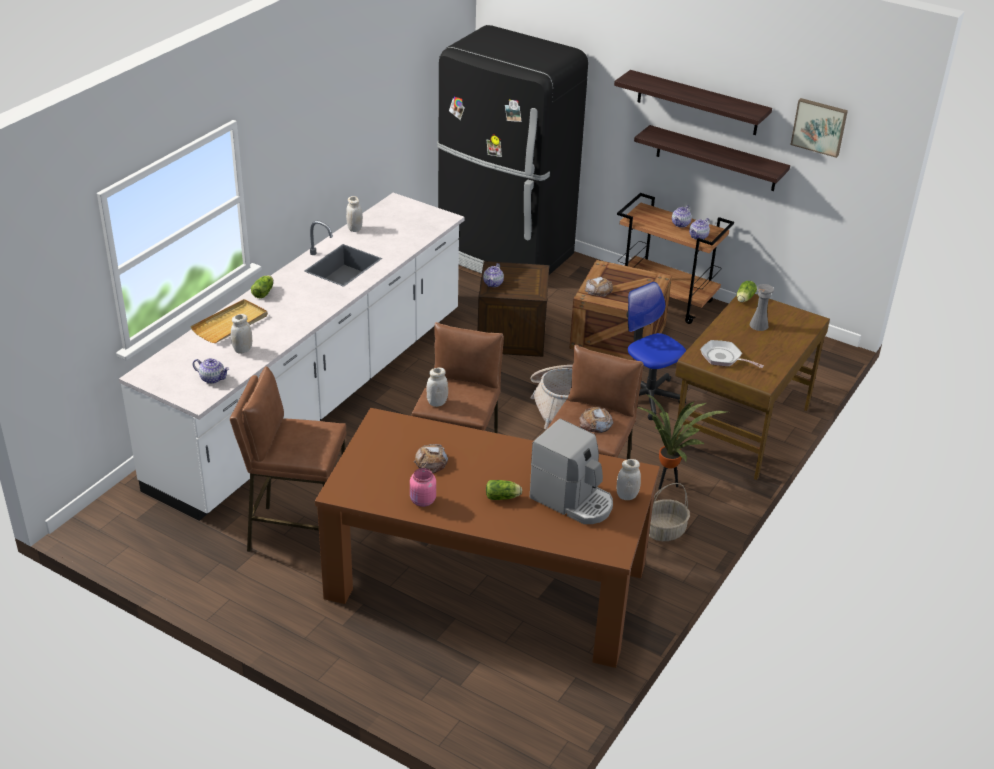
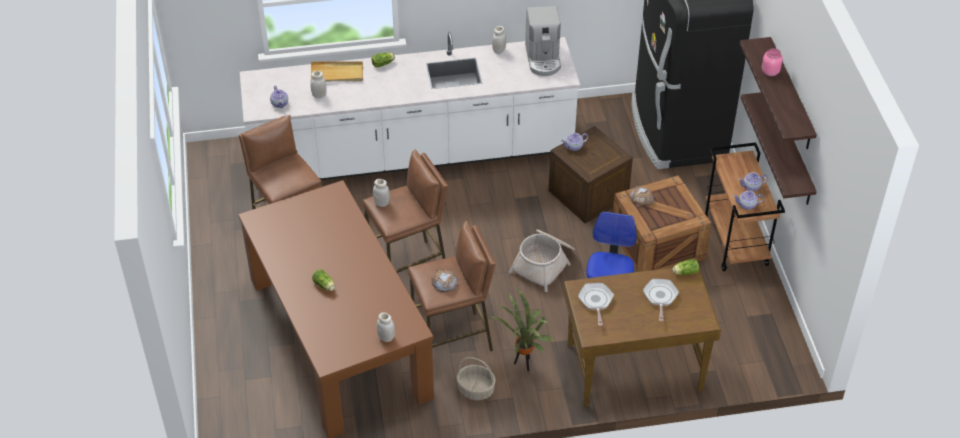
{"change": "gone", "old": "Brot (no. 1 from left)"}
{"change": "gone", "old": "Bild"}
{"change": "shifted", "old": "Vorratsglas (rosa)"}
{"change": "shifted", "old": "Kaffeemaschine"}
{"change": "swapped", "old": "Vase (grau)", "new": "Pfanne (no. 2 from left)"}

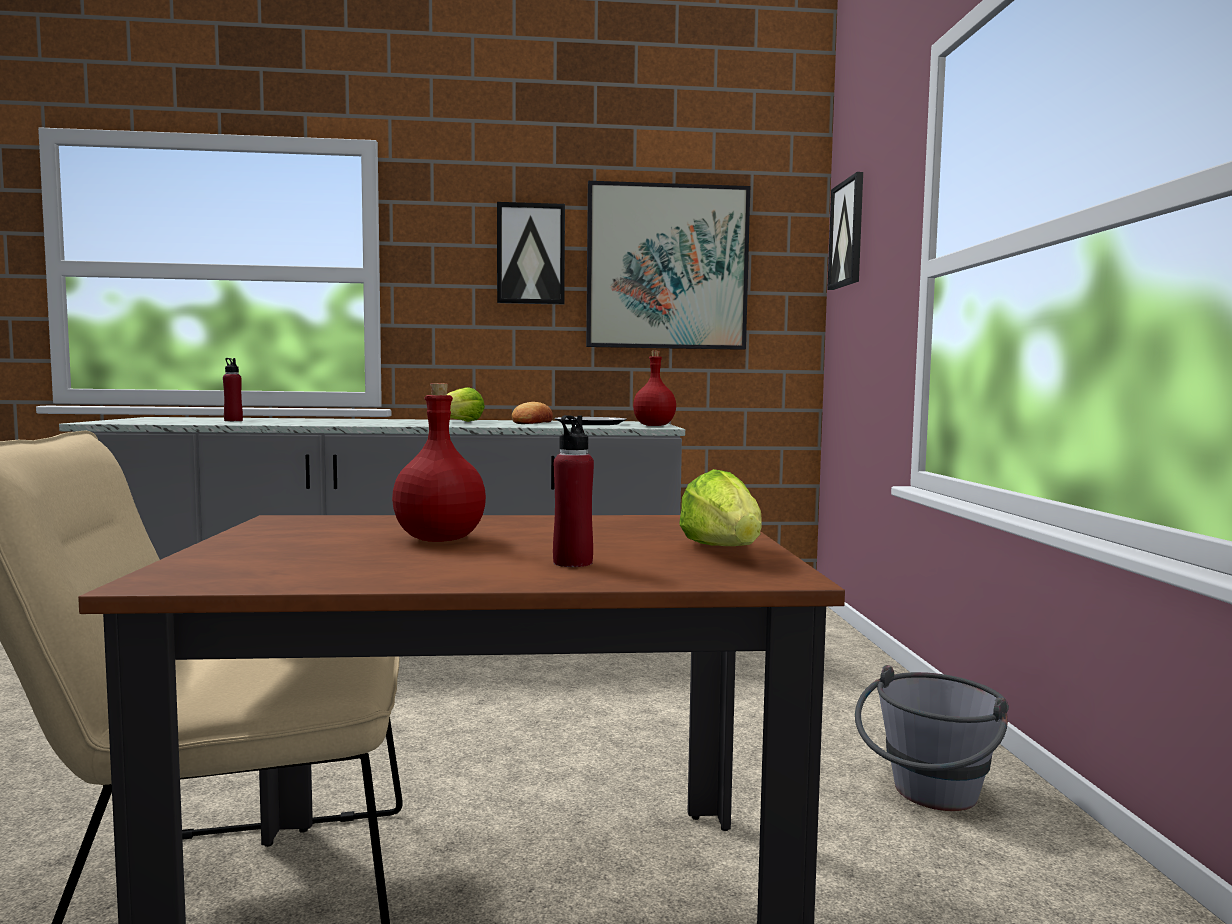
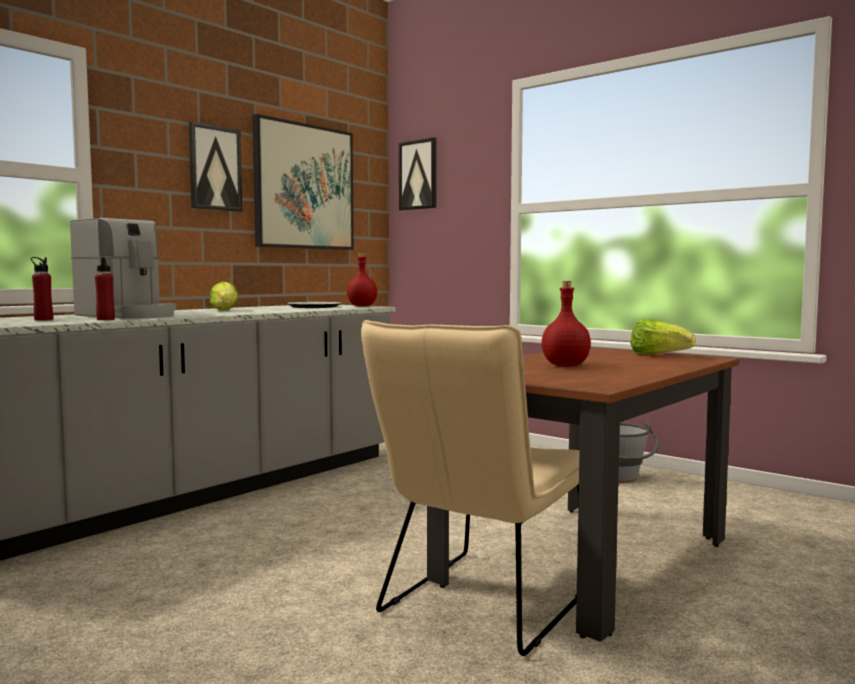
{"change": "gone", "old": "Brot"}
{"change": "new", "new": "Kaffeemaschine"}
{"change": "shifted", "old": "Flasche (rot) (no. 3 from left in the first image)", "new": "Flasche (rot) (no. 2 from left)"}

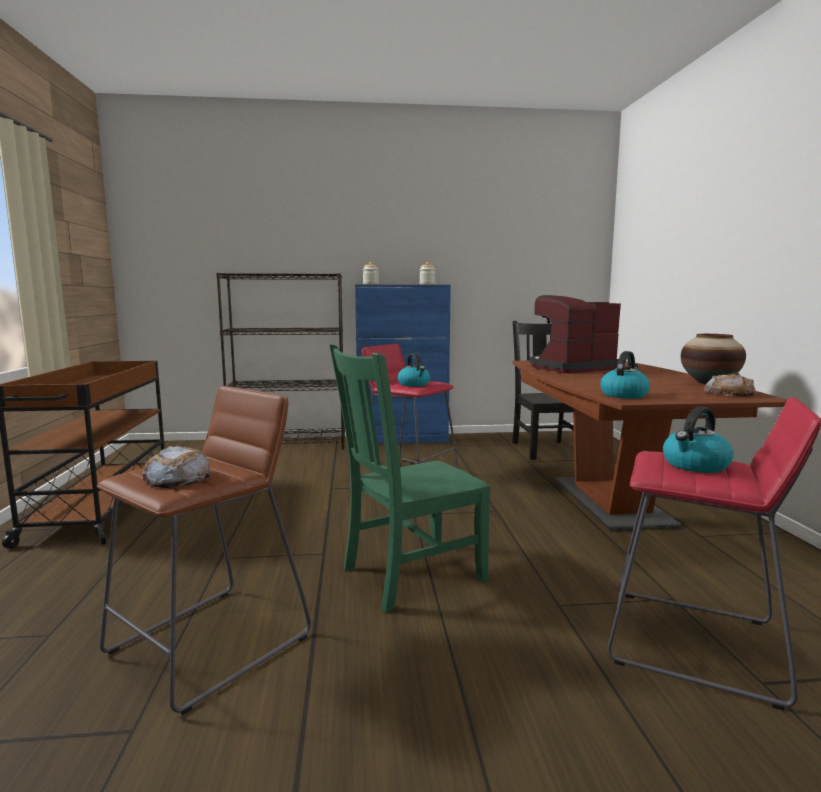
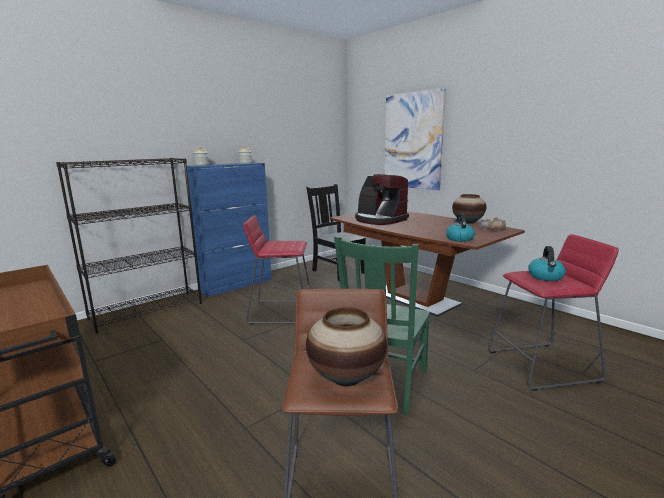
{"change": "gone", "old": "Wasserkessel (no. 1 from left)"}
{"change": "new", "new": "Bild"}
{"change": "swapped", "old": "Brot (no. 1 from left)", "new": "Vase (no. 1 from left)"}
{"change": "rotated", "old": "Kaffeemaschine", "degrees": -75}

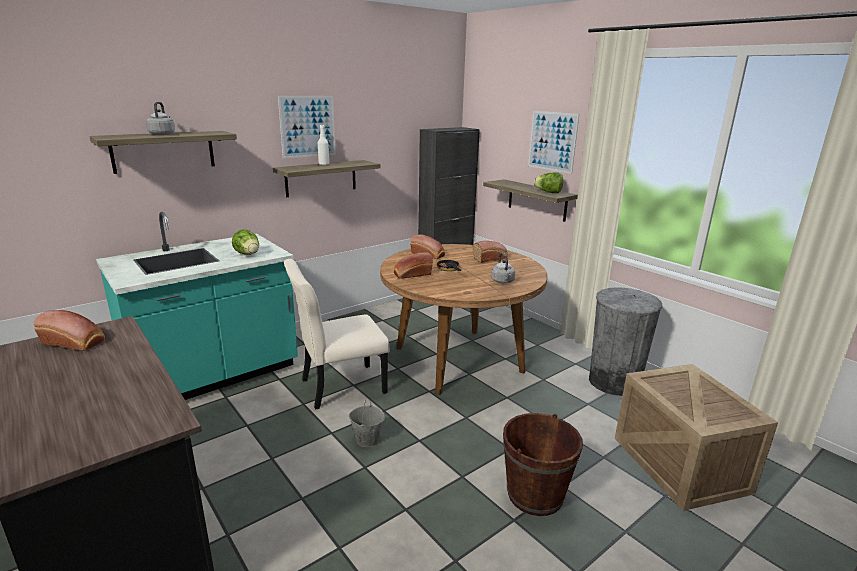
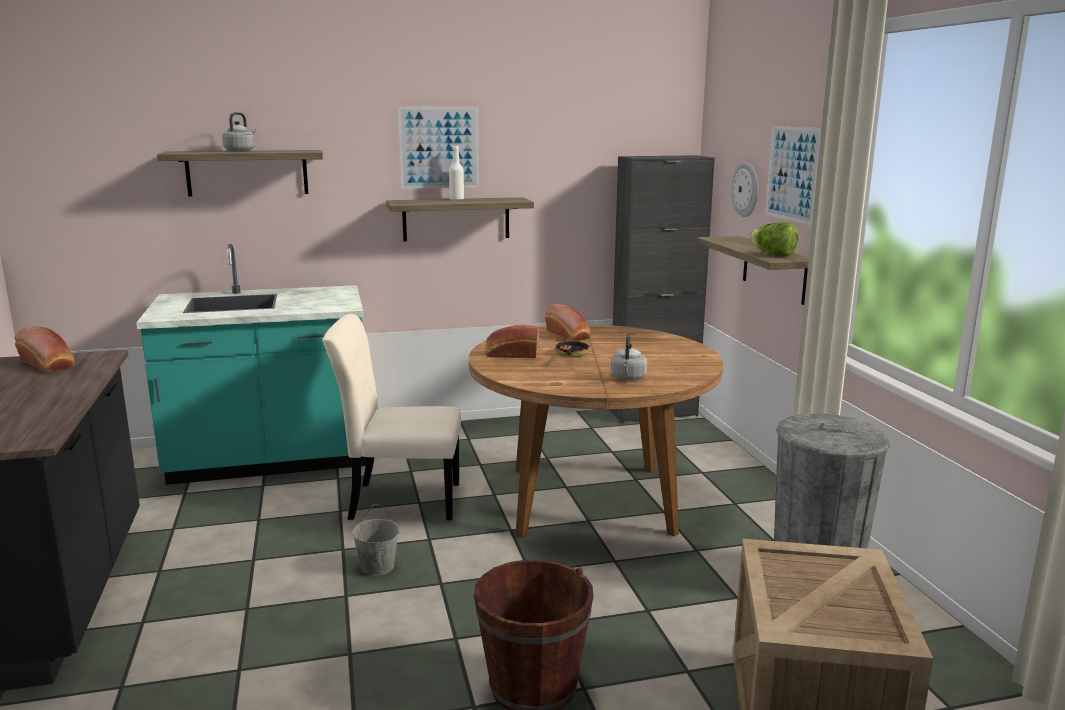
{"change": "gone", "old": "Salatkopf (no. 1 from left)"}
{"change": "gone", "old": "Brot (no. 4 from left)"}
{"change": "new", "new": "Wanduhr"}

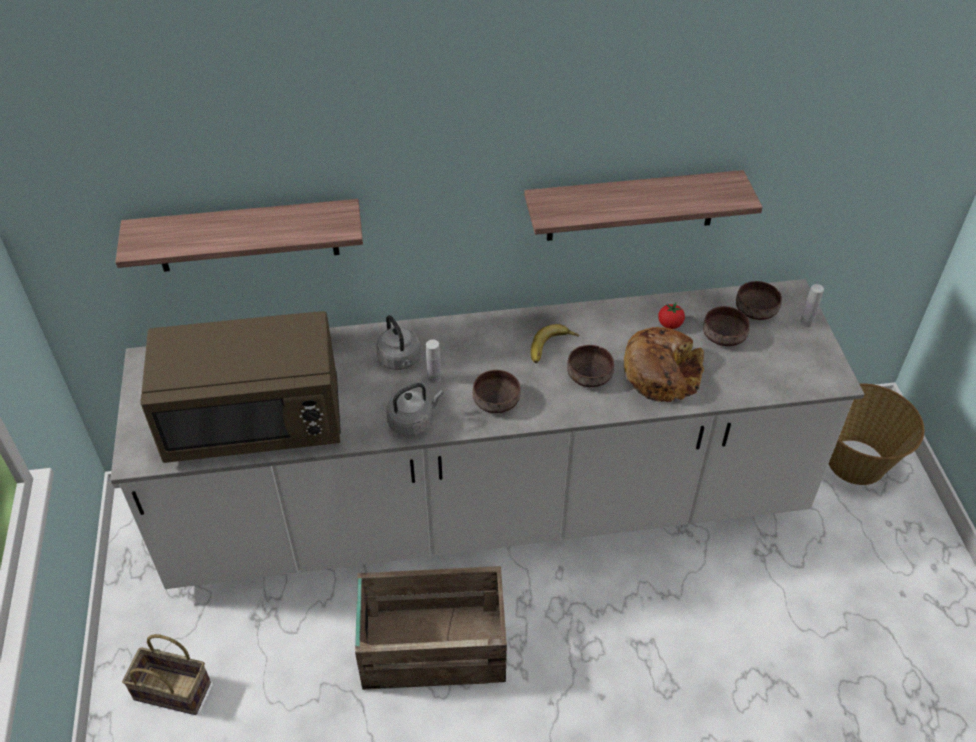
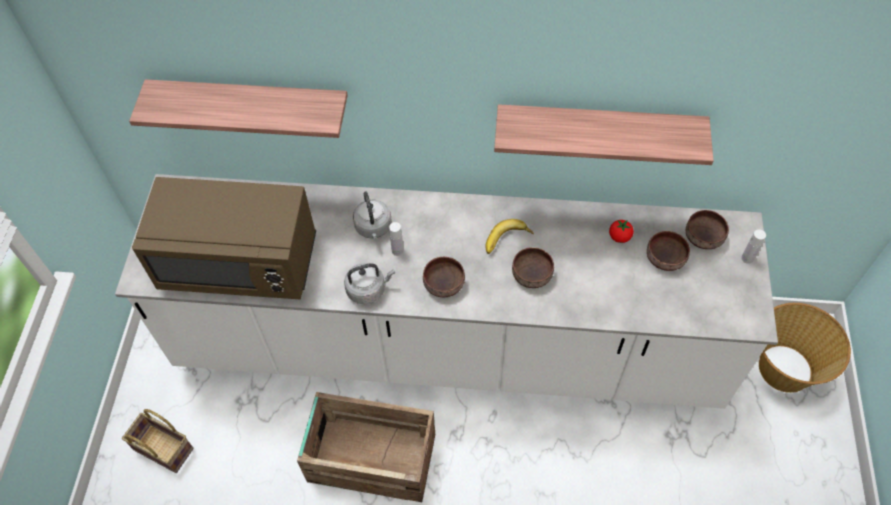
{"change": "gone", "old": "Brot"}

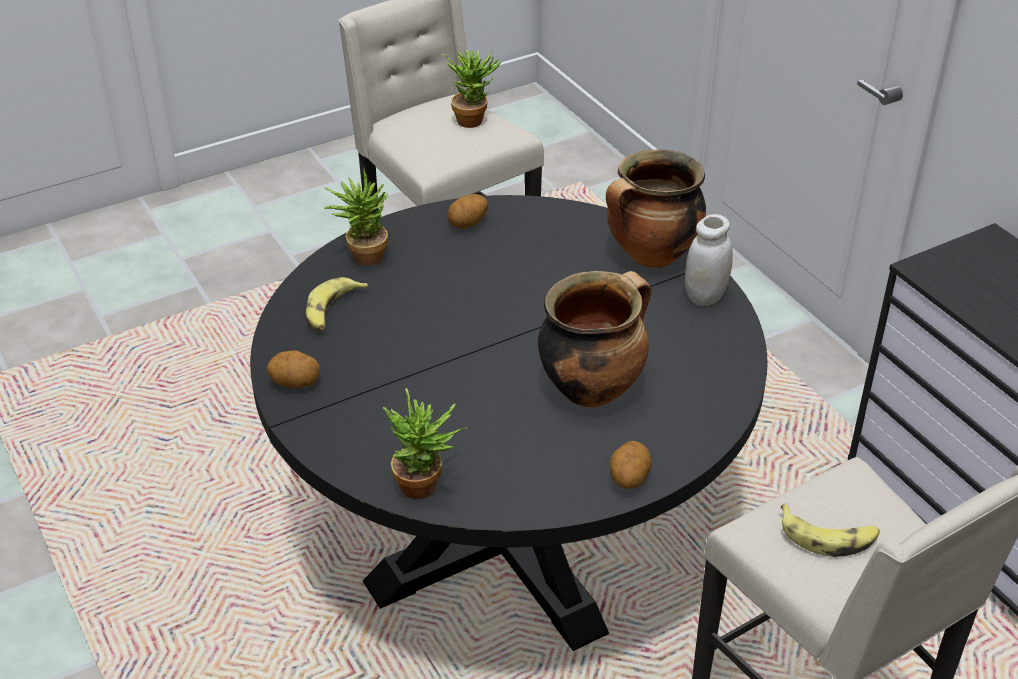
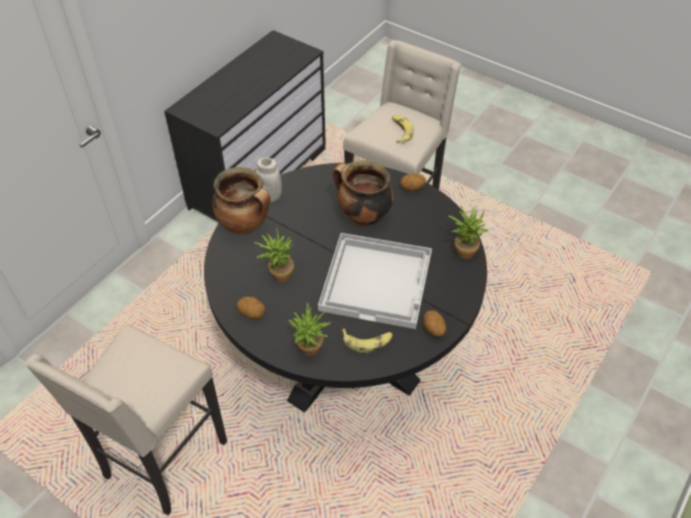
{"change": "new", "new": "Tablett (weiß)"}
{"change": "shifted", "old": "Topfpflanze (no. 3 from left in the first image)", "new": "Topfpflanze (no. 1 from left)"}

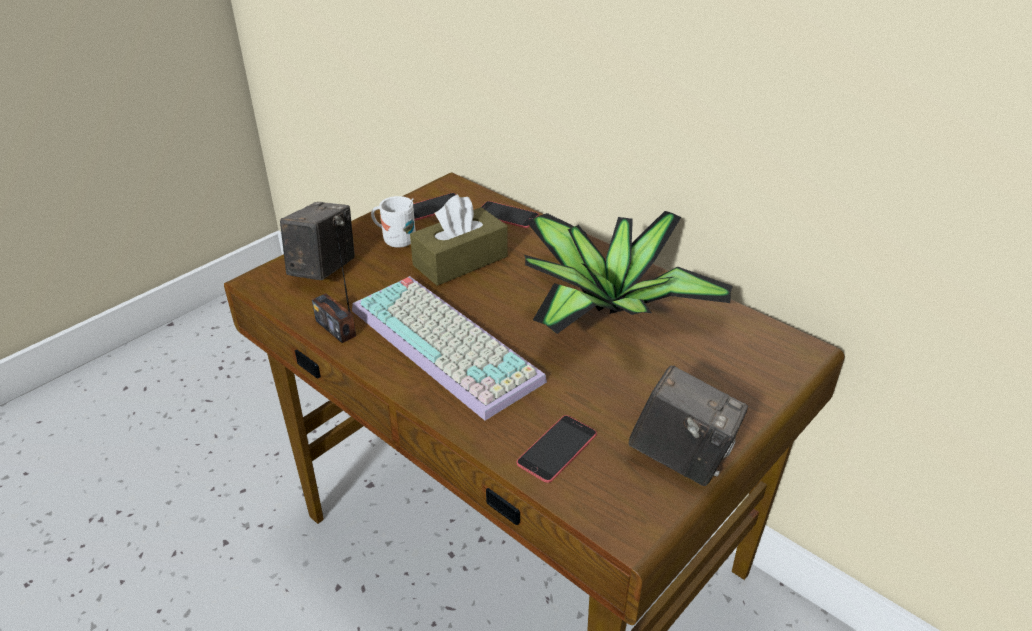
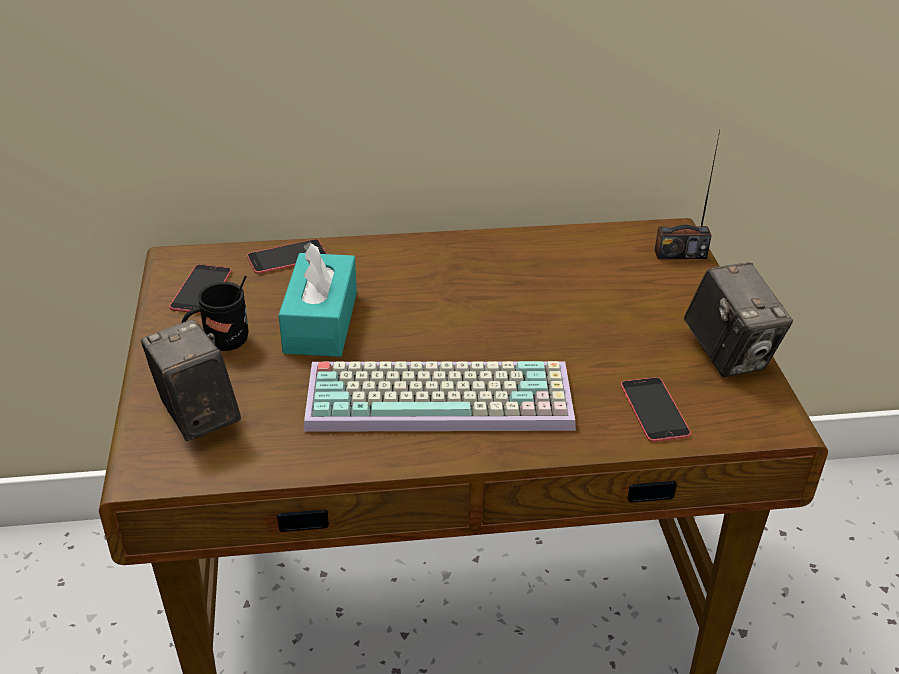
{"change": "gone", "old": "Topfpflanze"}
{"change": "shifted", "old": "Radio"}
{"change": "repainted", "old": "Henkelbecher (weiß)", "new": "Henkelbecher (schwarz)"}
{"change": "repainted", "old": "Taschentuchbox (braun)", "new": "Taschentuchbox (türkis)"}
{"change": "rotated", "old": "Kamera (no. 2 from left)", "degrees": 90}

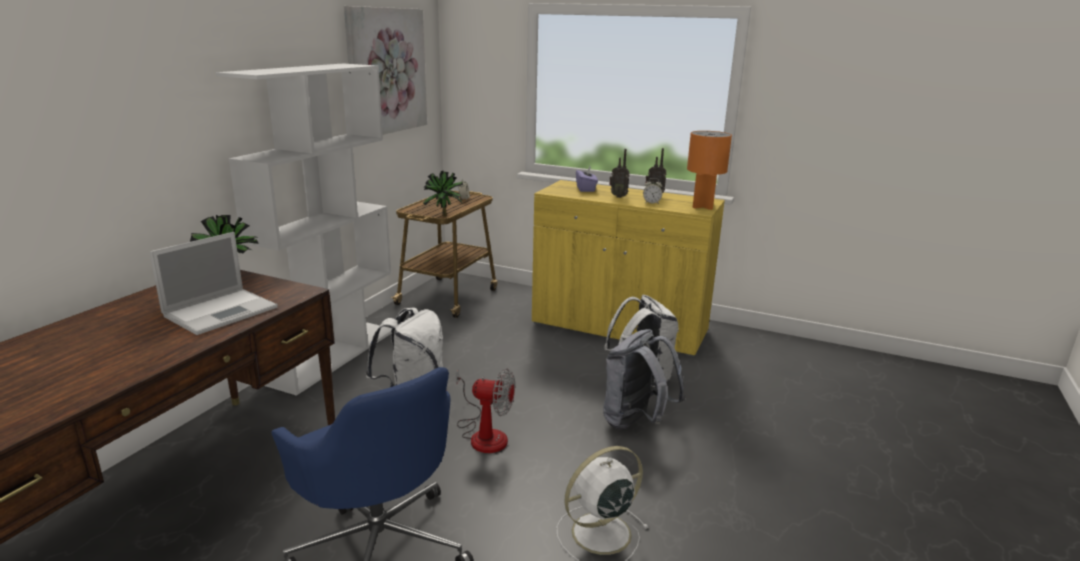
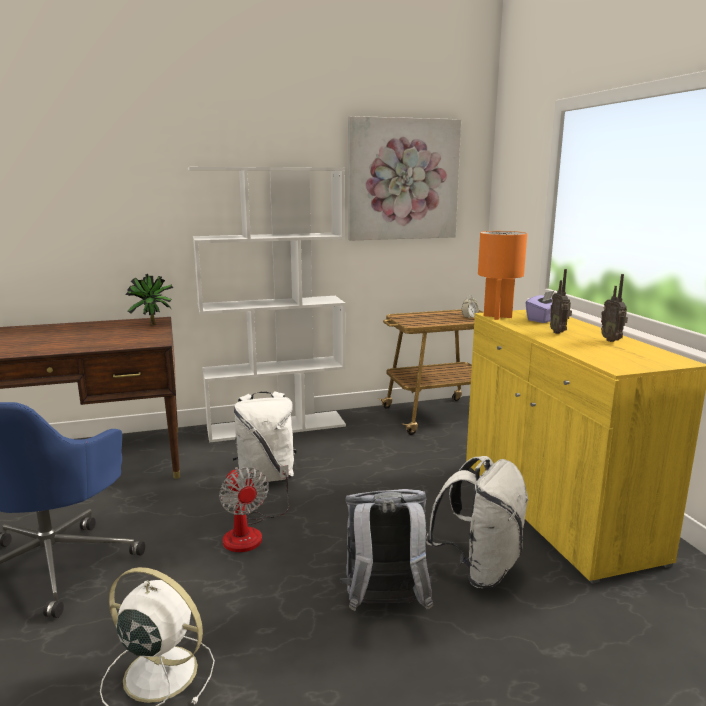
{"change": "gone", "old": "Laptop"}
{"change": "gone", "old": "Topfpflanze (no. 2 from left)"}
{"change": "gone", "old": "Wecker (no. 2 from left)"}
{"change": "shifted", "old": "Tischlampe (orange)"}

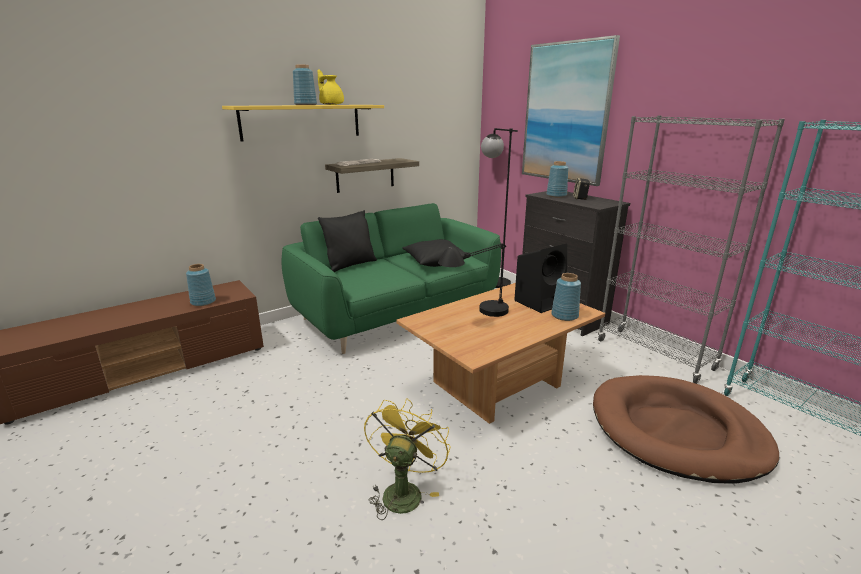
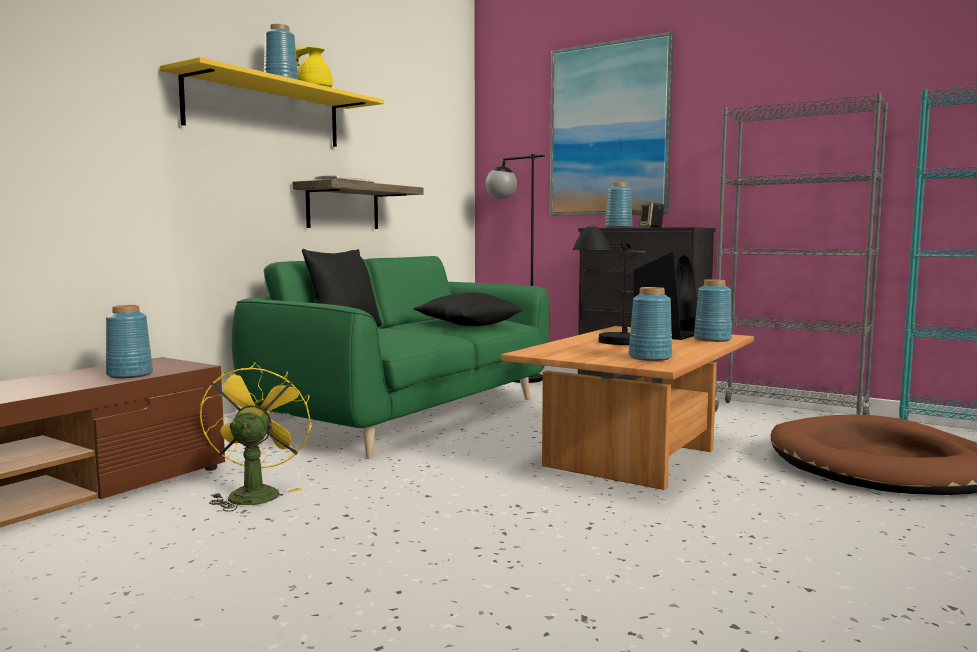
{"change": "new", "new": "Vase (blau) (no. 4 from left)"}
{"change": "shifted", "old": "Ventilator (gelb)"}

